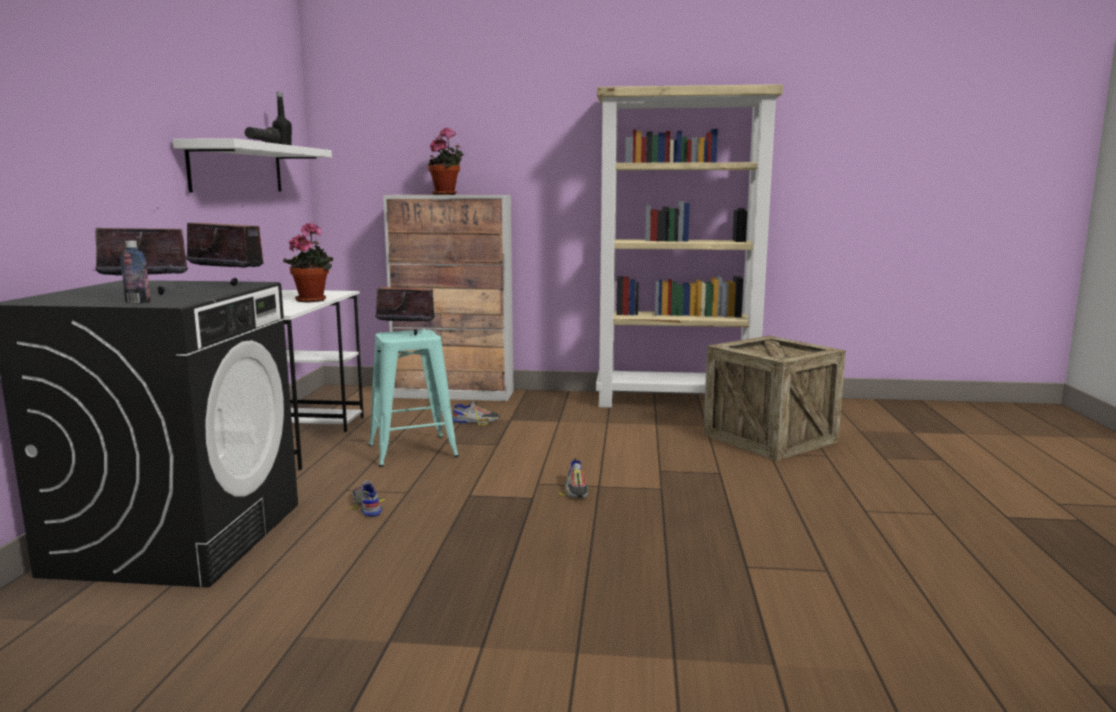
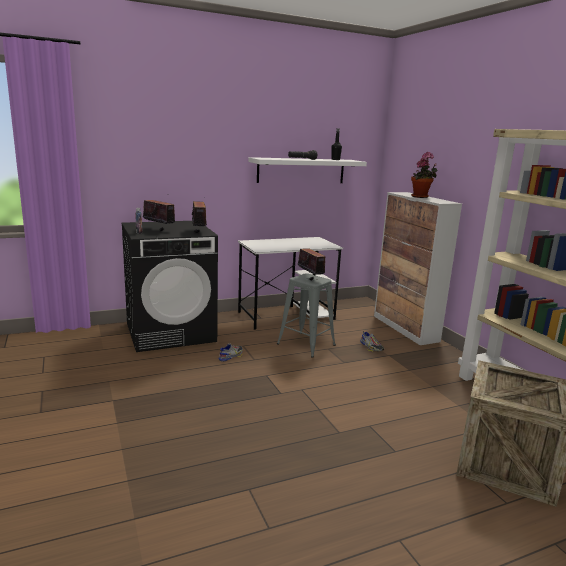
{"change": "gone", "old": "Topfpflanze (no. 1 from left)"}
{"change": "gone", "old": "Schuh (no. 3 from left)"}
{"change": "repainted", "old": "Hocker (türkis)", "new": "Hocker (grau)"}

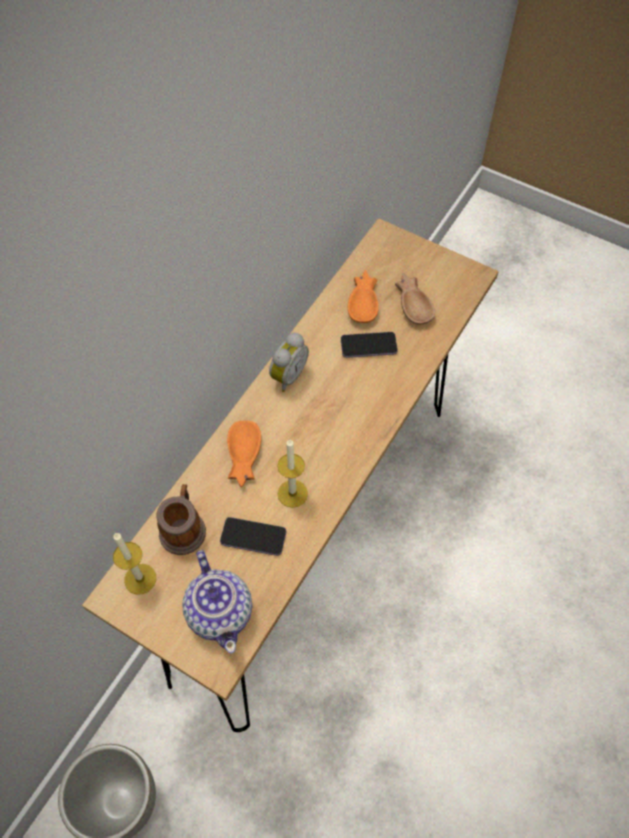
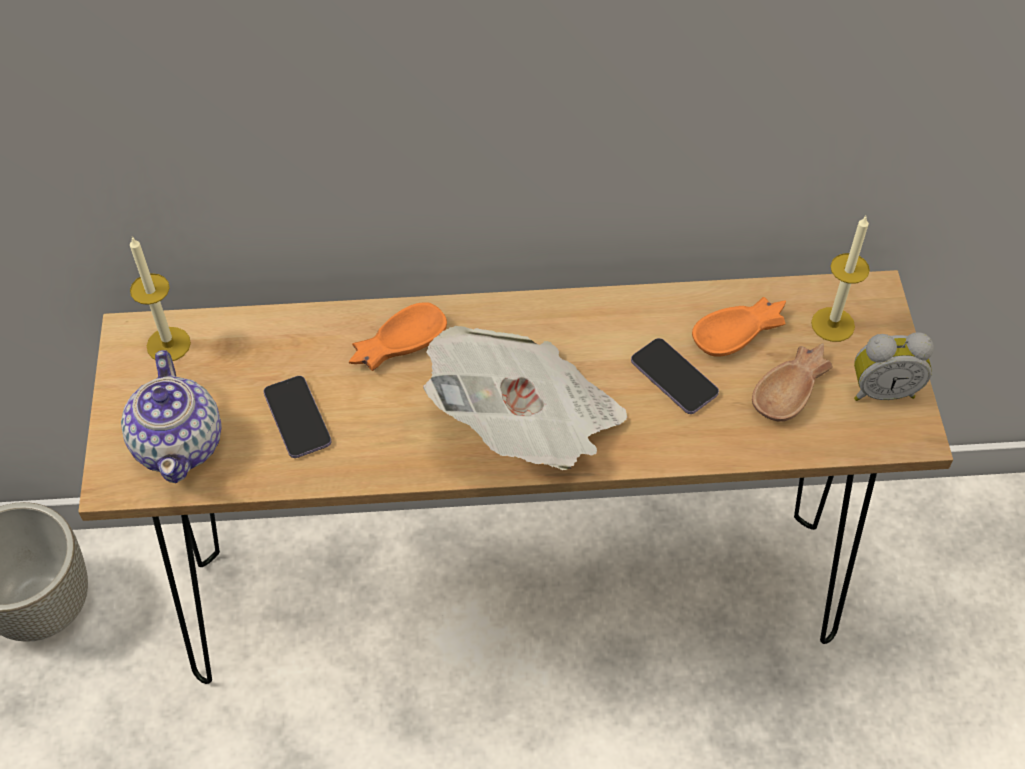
{"change": "gone", "old": "Henkelbecher"}
{"change": "new", "new": "Zeitung"}
{"change": "shifted", "old": "Wecker"}
{"change": "shifted", "old": "Kerze (no. 2 from left)"}
{"change": "rotated", "old": "Teekanne", "degrees": -45}

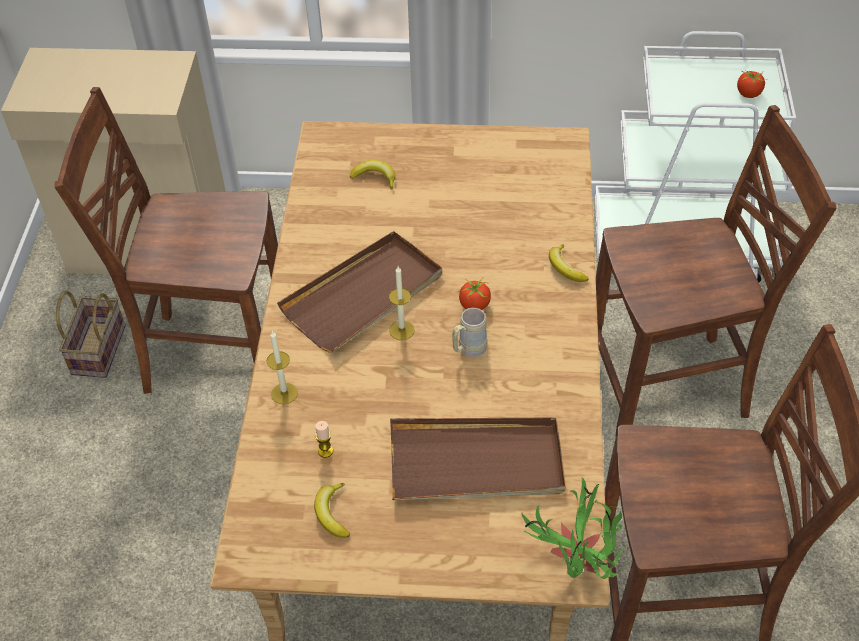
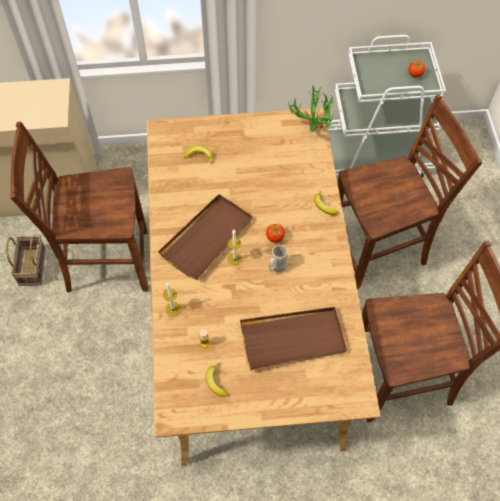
{"change": "shifted", "old": "Topfpflanze"}

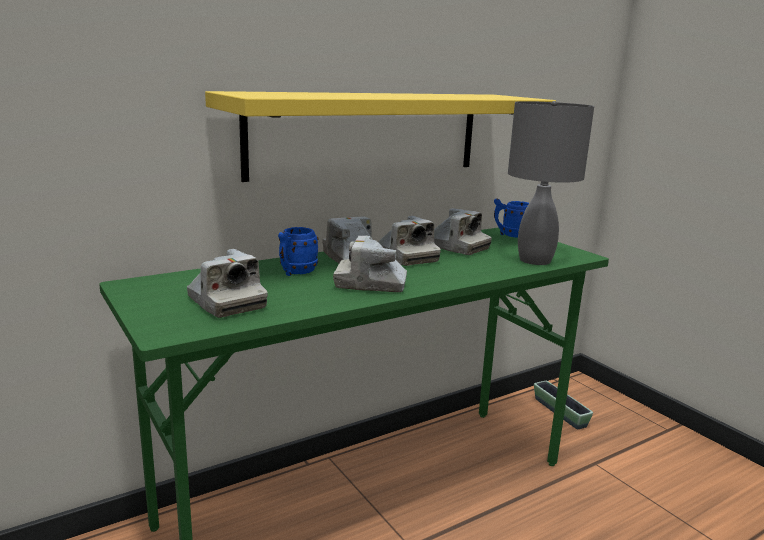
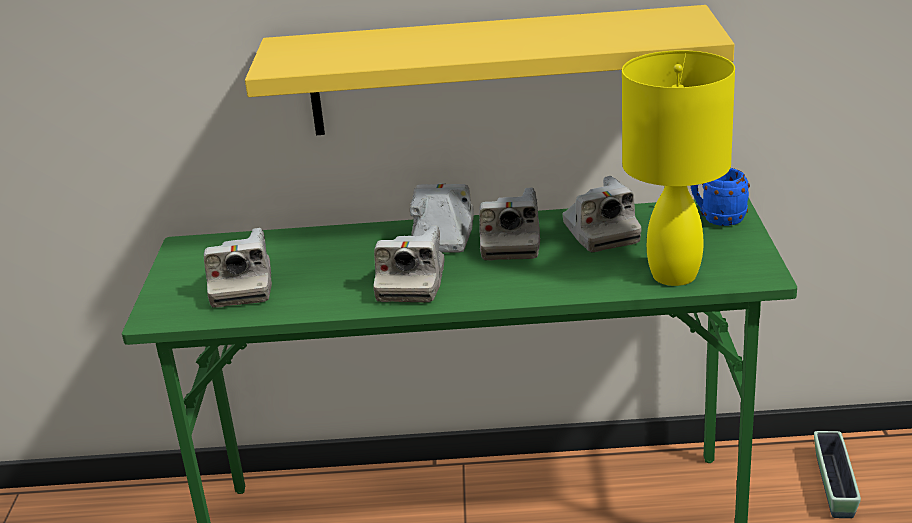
{"change": "gone", "old": "Henkelbecher (blau) (no. 1 from left)"}
{"change": "repainted", "old": "Tischlampe (grau)", "new": "Tischlampe (gelb)"}
{"change": "rotated", "old": "Kamera (no. 3 from left in the first image)", "degrees": -120}

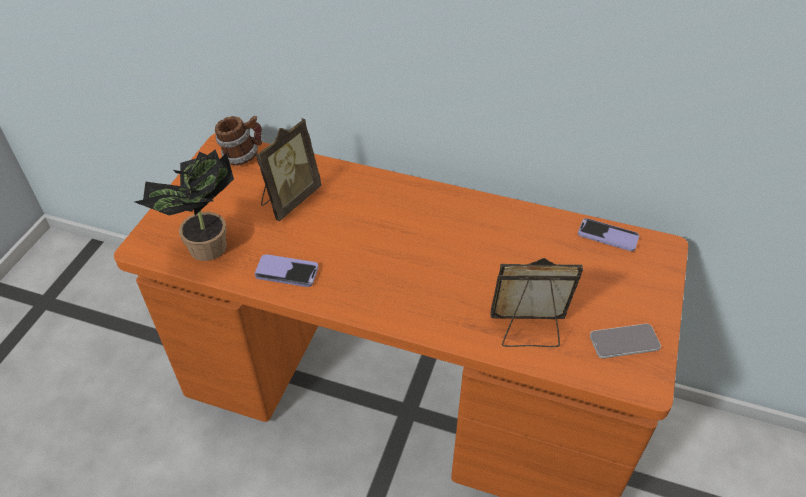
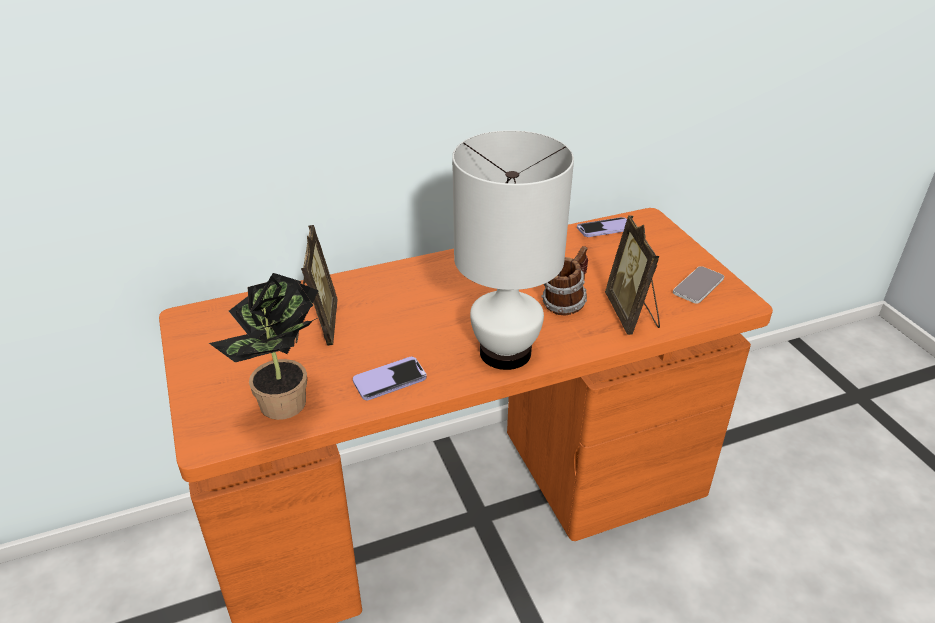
{"change": "new", "new": "Tischlampe (weiß)"}
{"change": "shifted", "old": "Henkelbecher"}
{"change": "rotated", "old": "Bilderrahmen (no. 2 from left)", "degrees": -60}

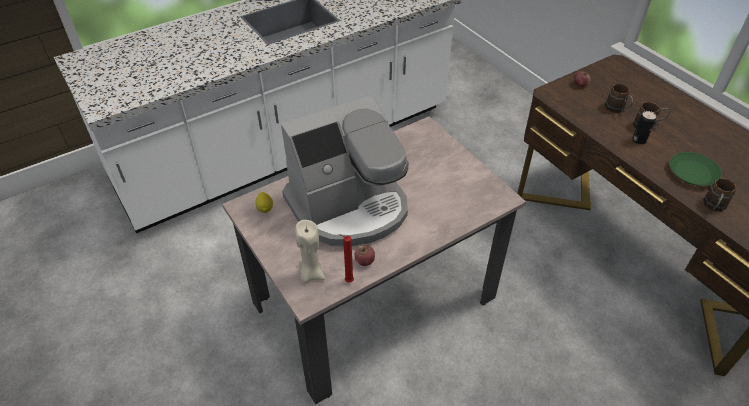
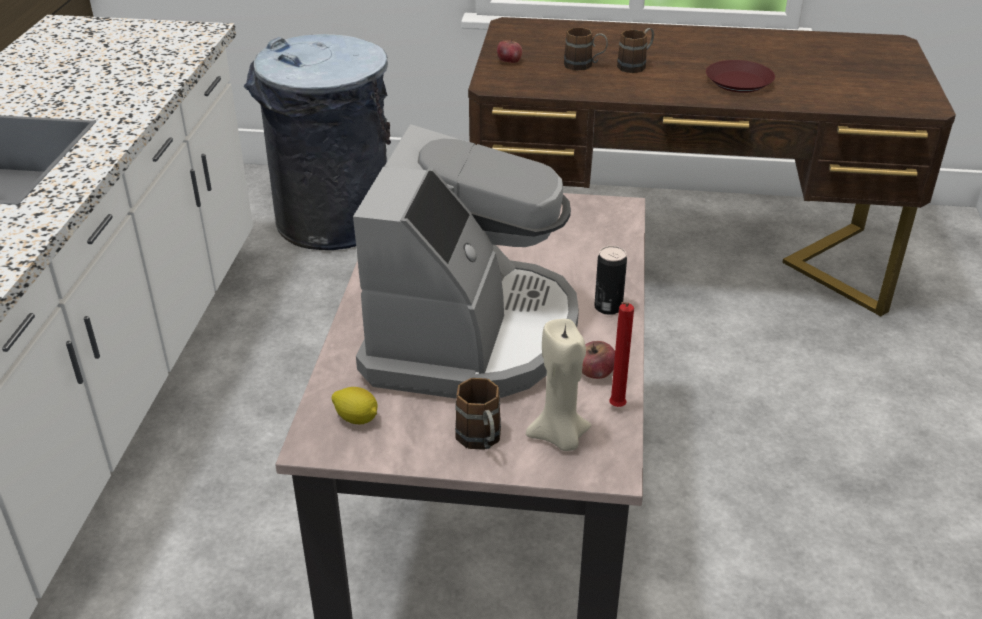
{"change": "new", "new": "Mülleimer (grau)"}
{"change": "shifted", "old": "Dose"}
{"change": "shifted", "old": "Henkelbecher (braun) (no. 3 from left in the first image)", "new": "Henkelbecher (braun) (no. 1 from left)"}
{"change": "repainted", "old": "Teller (grün)", "new": "Teller (braun)"}

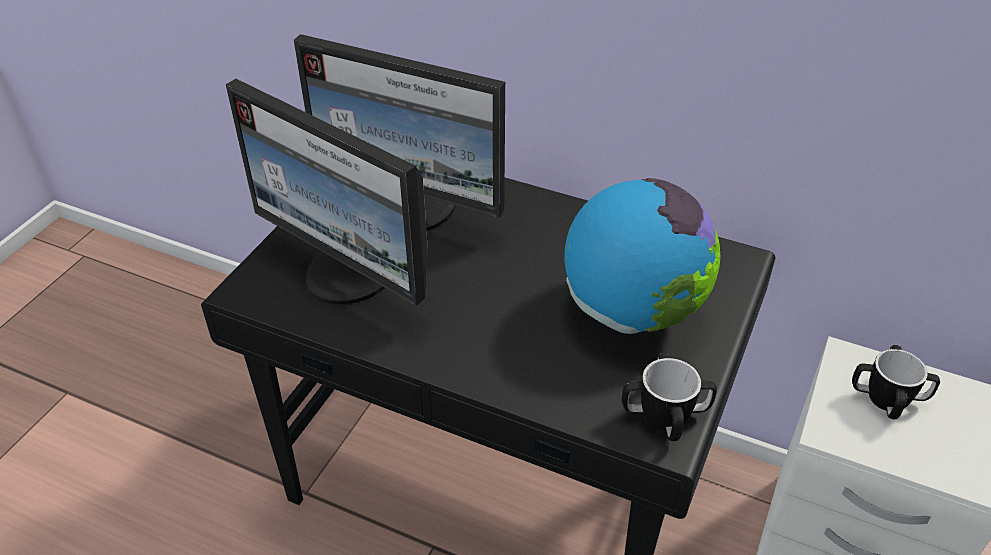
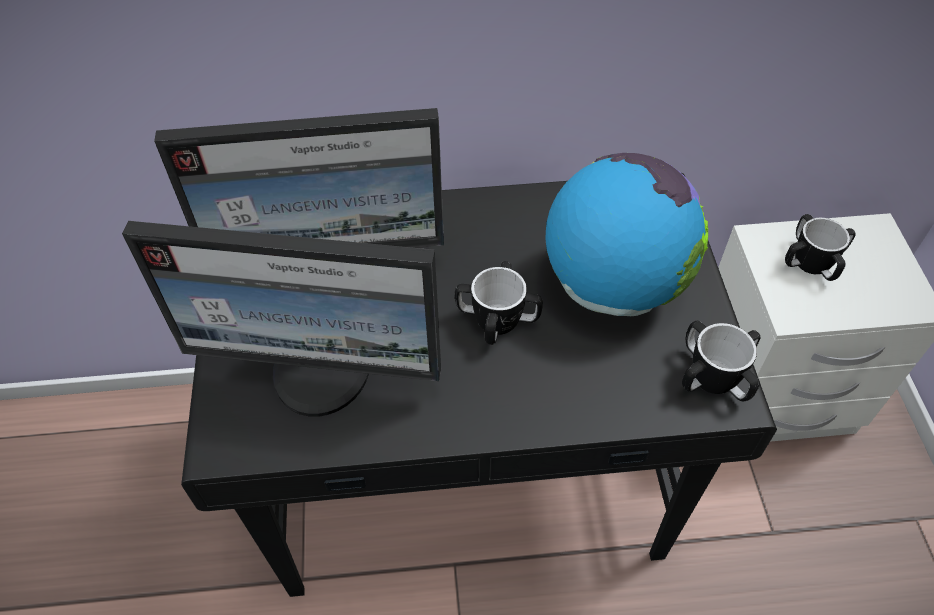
{"change": "new", "new": "Henkelbecher (no. 1 from left)"}

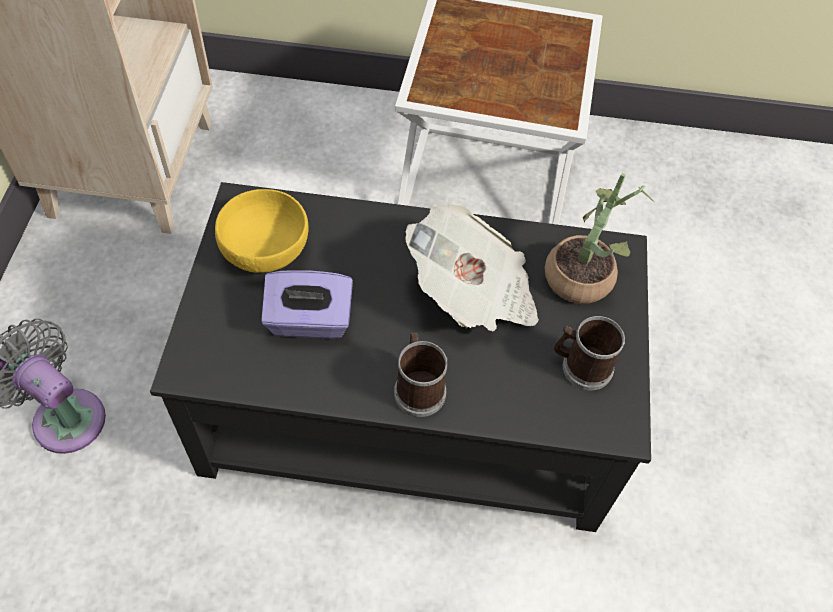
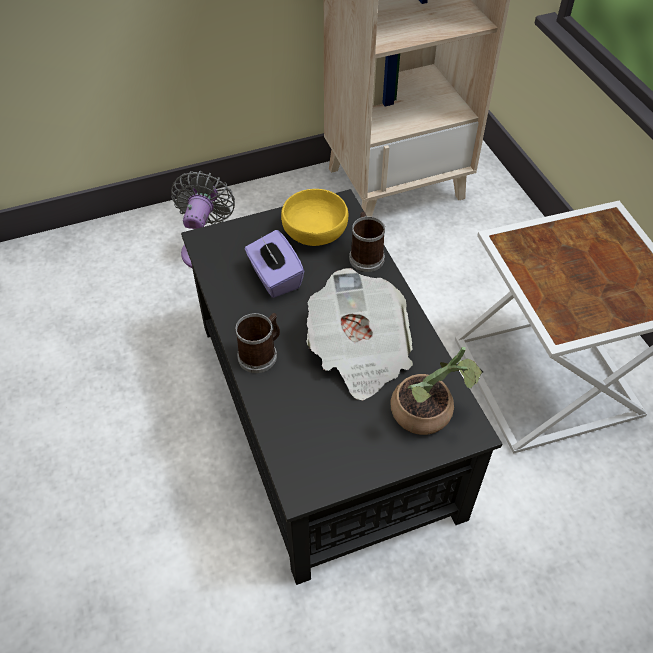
{"change": "shifted", "old": "Henkelbecher (no. 2 from left)"}

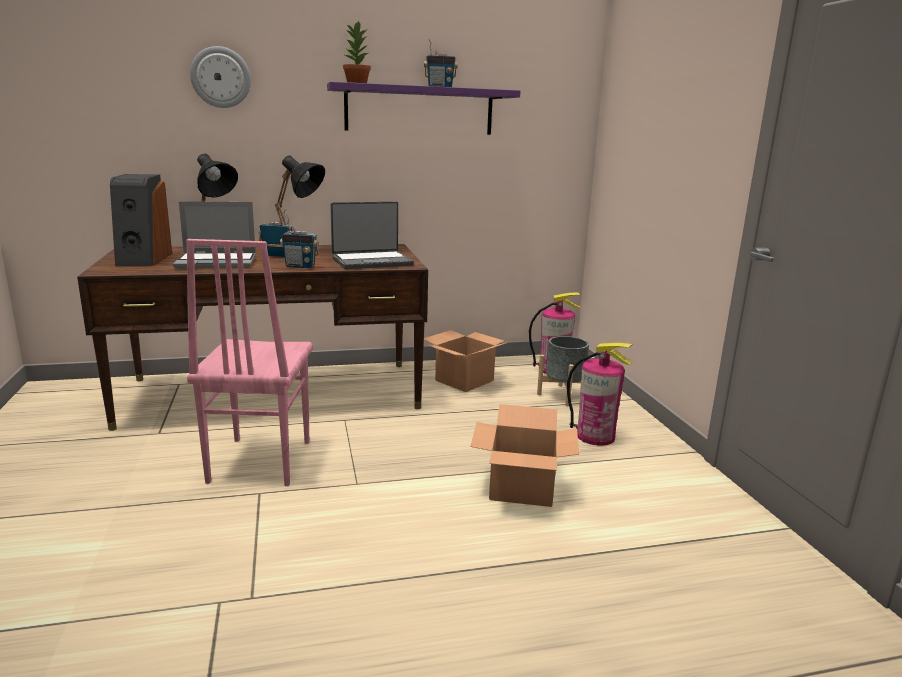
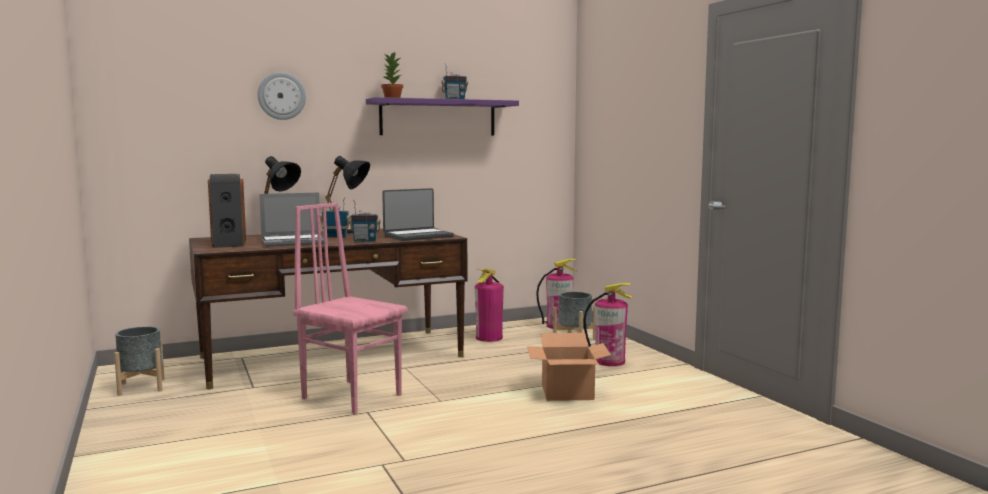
{"change": "new", "new": "Pflanzkübel (grau) (no. 1 from left)"}
{"change": "swapped", "old": "Karton (no. 1 from left)", "new": "Feuerlöscher (no. 1 from left)"}
{"change": "rotated", "old": "Stuhl (rosa)", "degrees": 135}

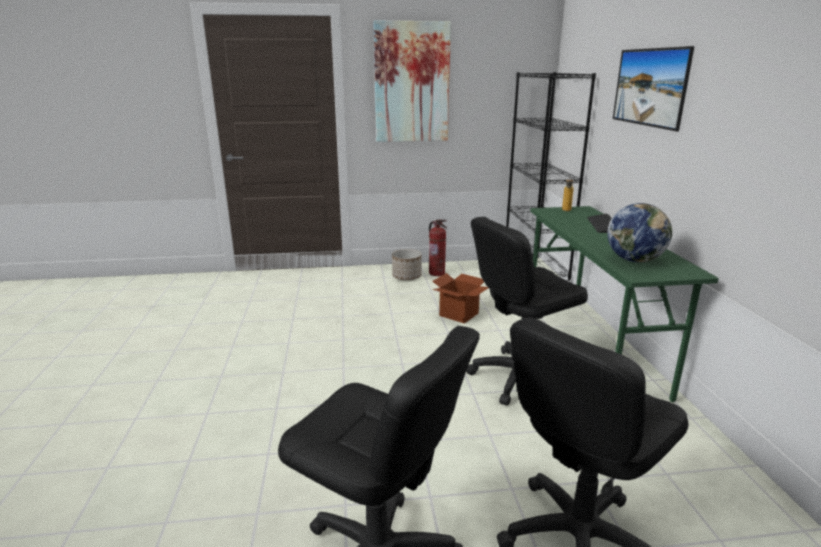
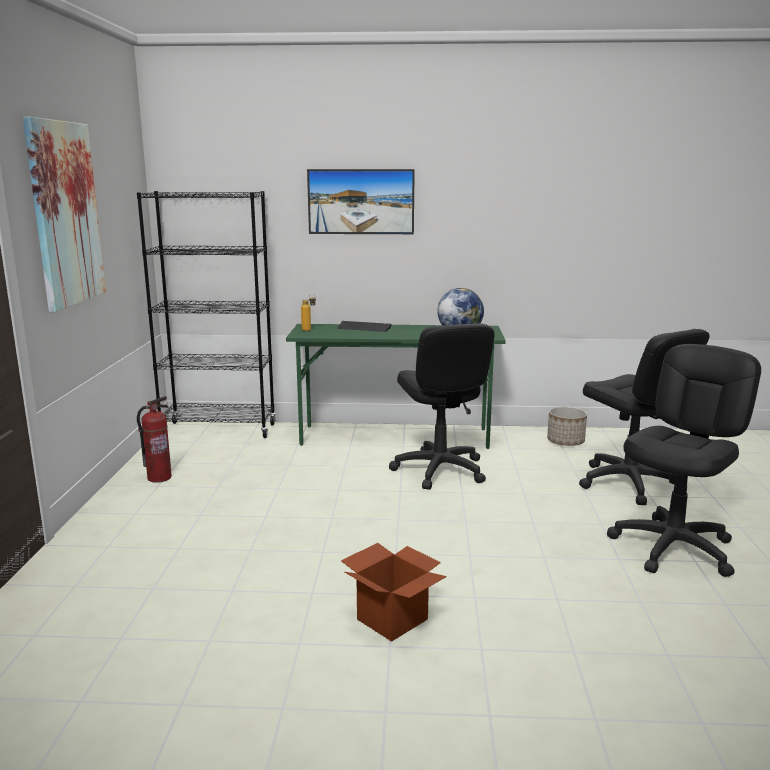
{"change": "shifted", "old": "Pflanzkübel"}
{"change": "shifted", "old": "Karton"}

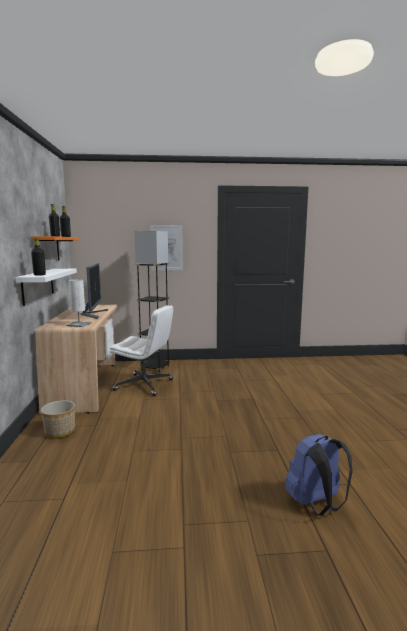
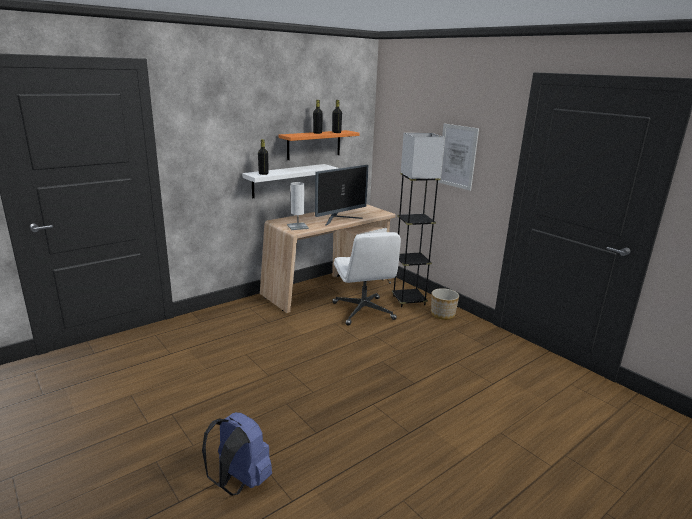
{"change": "shifted", "old": "Pflanzkübel"}

